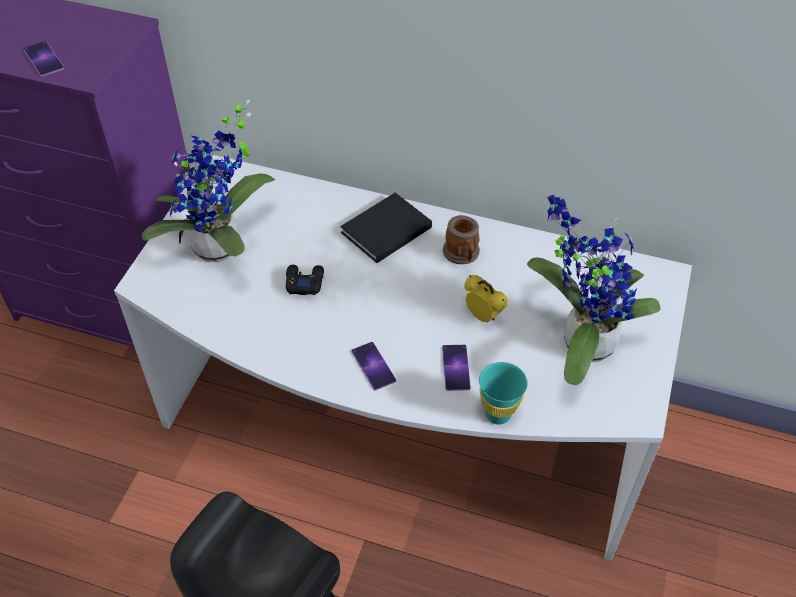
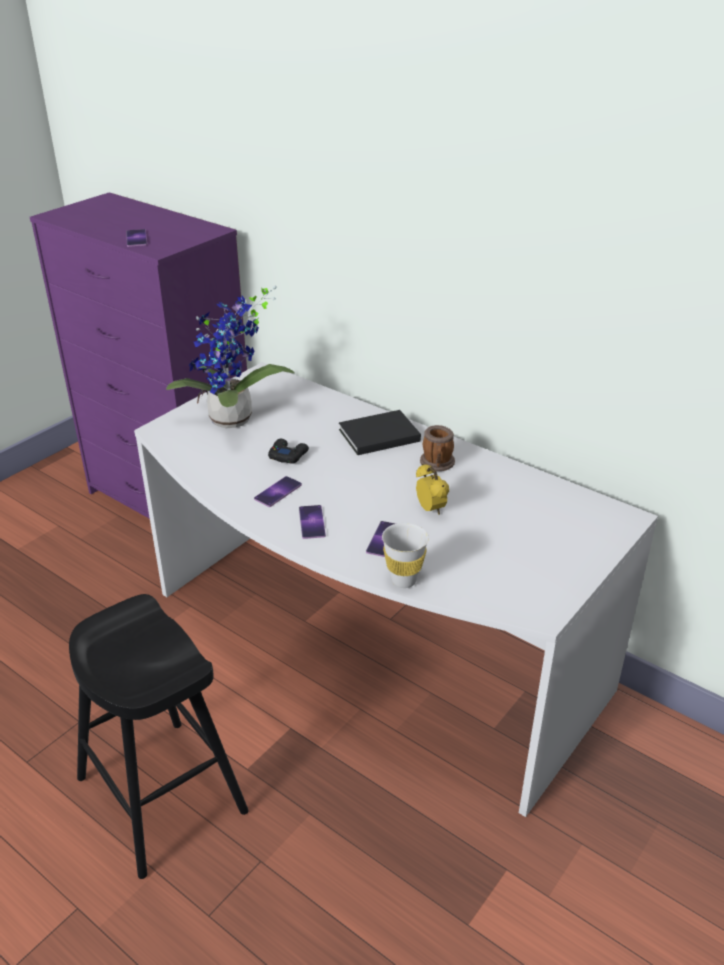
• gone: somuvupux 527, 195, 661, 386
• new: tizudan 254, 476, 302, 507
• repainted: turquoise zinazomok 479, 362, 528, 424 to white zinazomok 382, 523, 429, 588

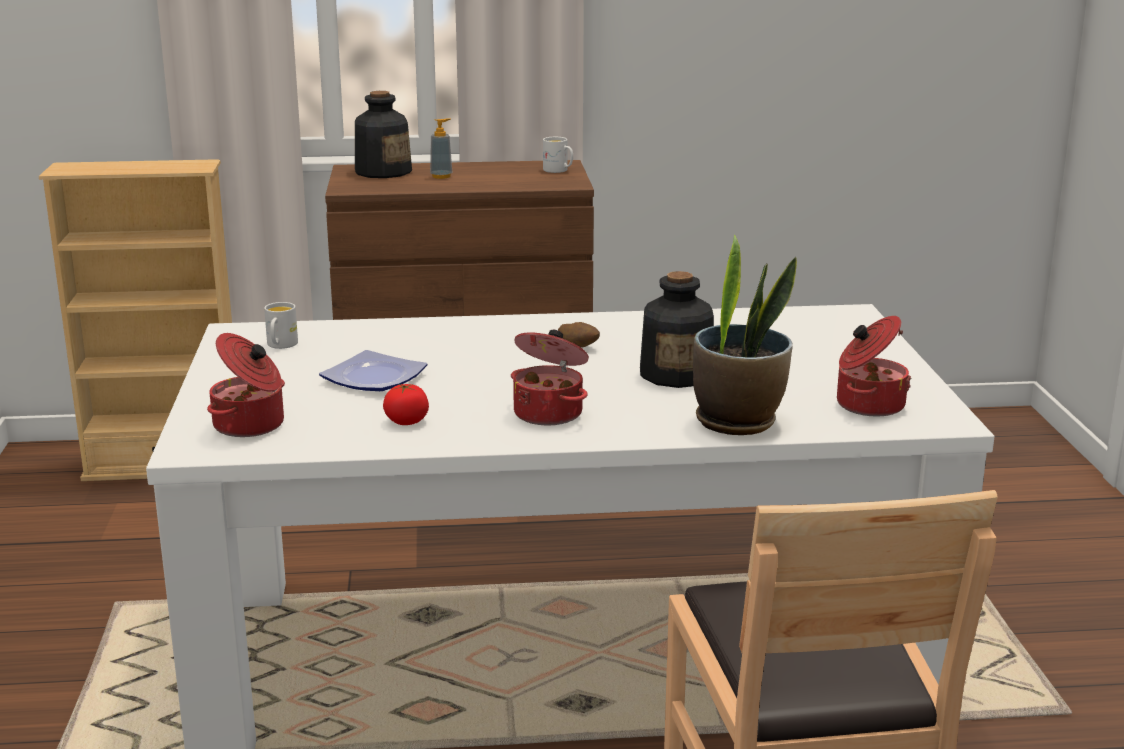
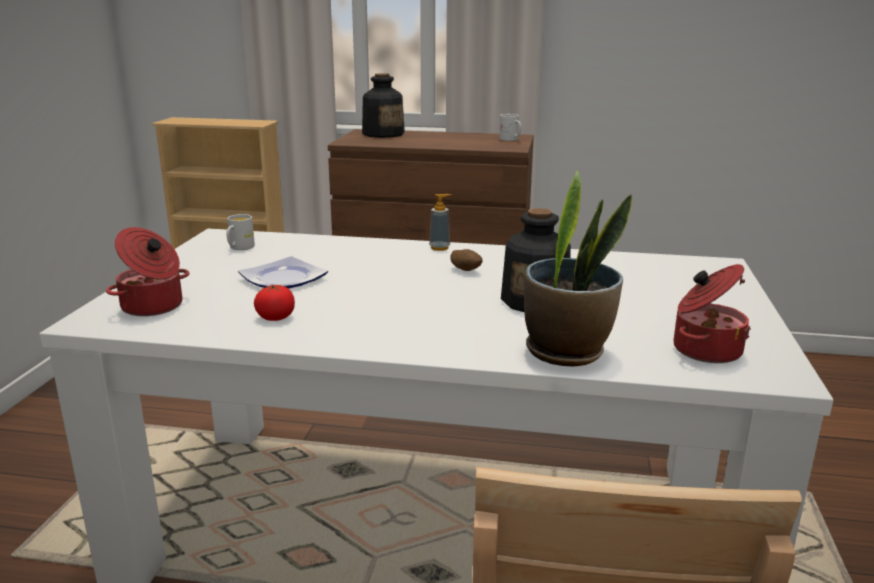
• gone: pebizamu 511, 330, 589, 426
• shifted: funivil 430, 118, 452, 179 to 429, 194, 451, 251

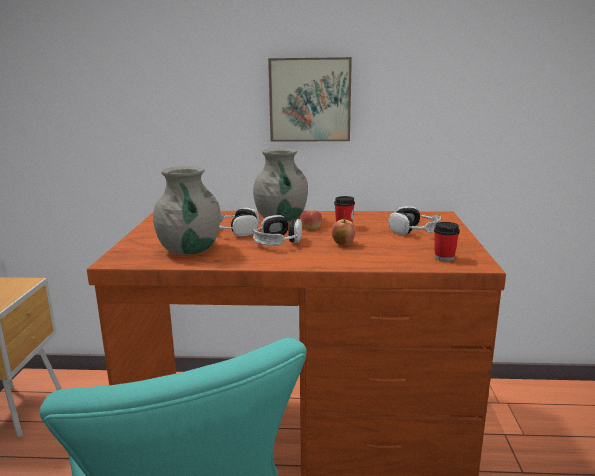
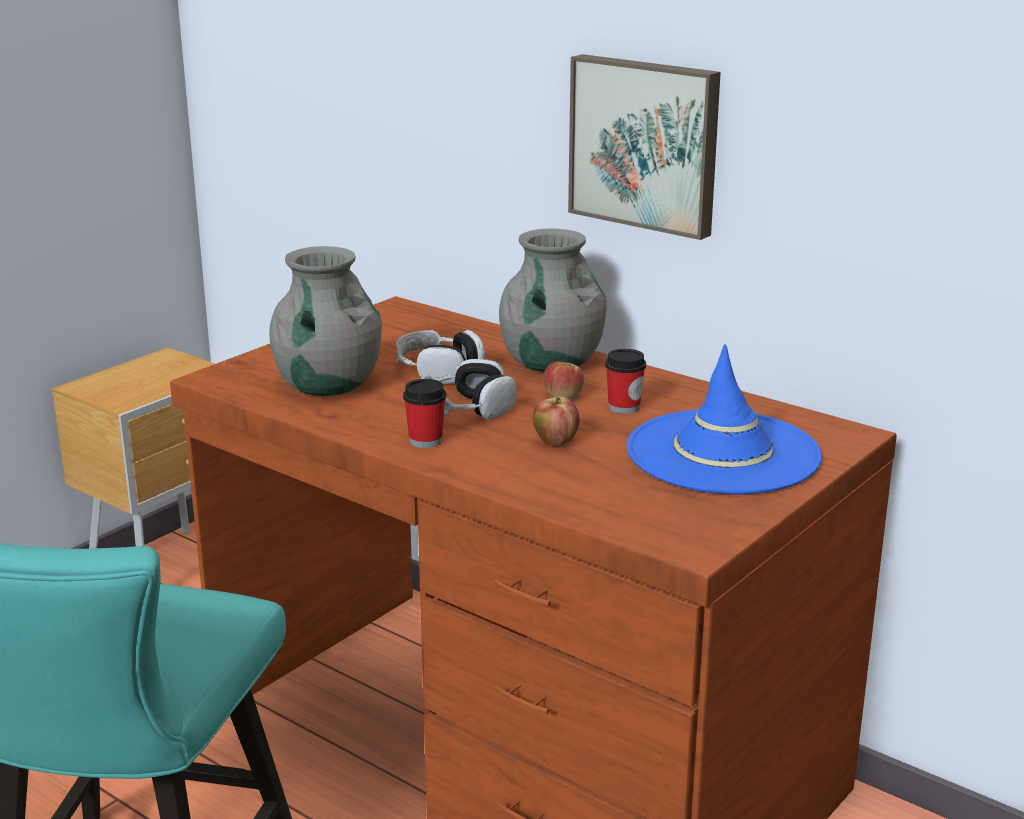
• shifted: zinazomok 434, 222, 460, 261 to 403, 379, 446, 448
• swapped: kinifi 388, 206, 442, 235 to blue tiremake 626, 344, 822, 494

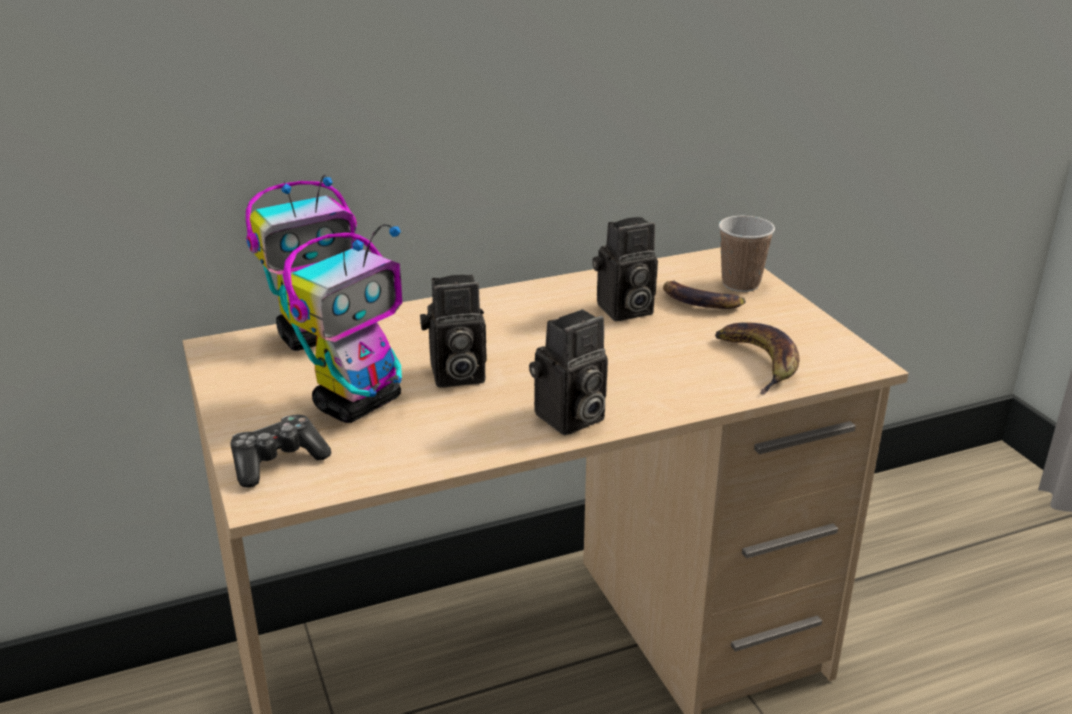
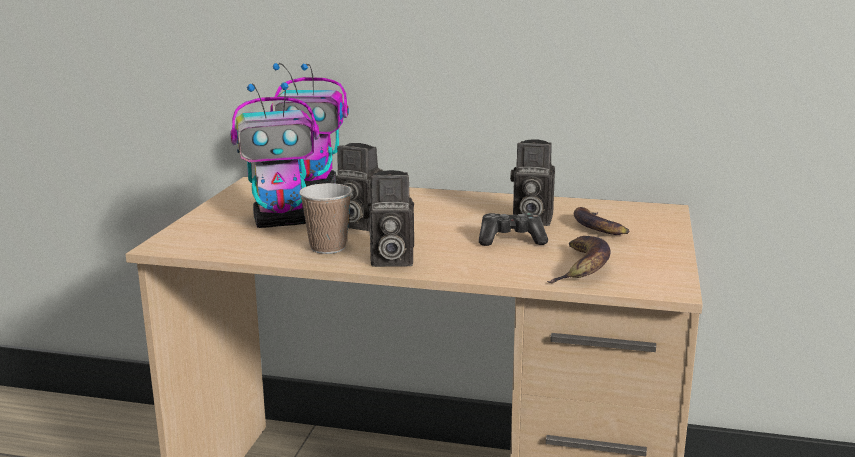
• shifted: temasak 231, 415, 331, 488 to 479, 213, 548, 246
• shifted: zinazomok 719, 216, 775, 292 to 299, 183, 352, 254

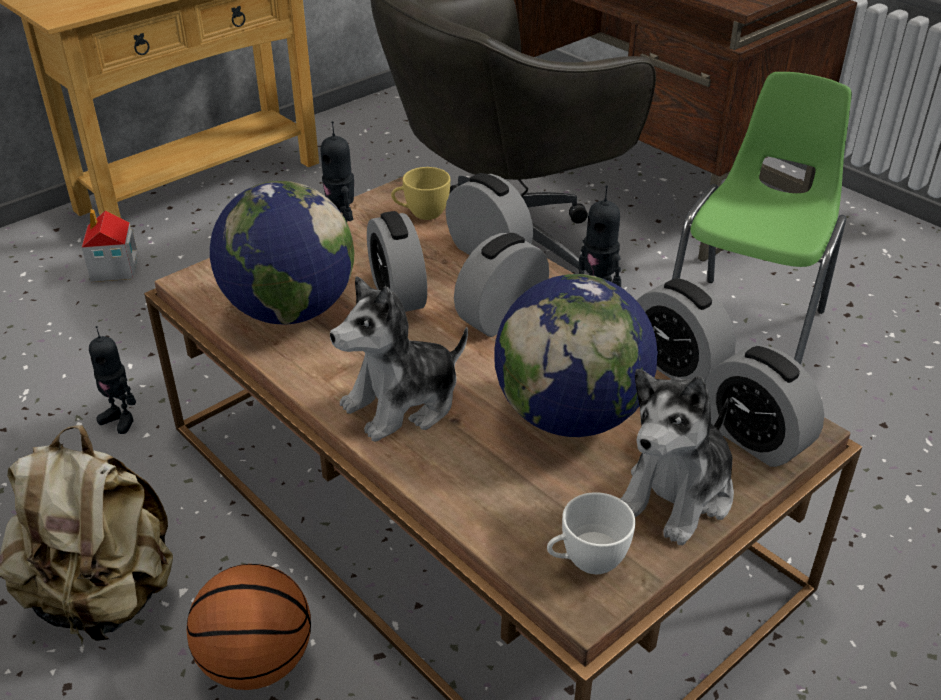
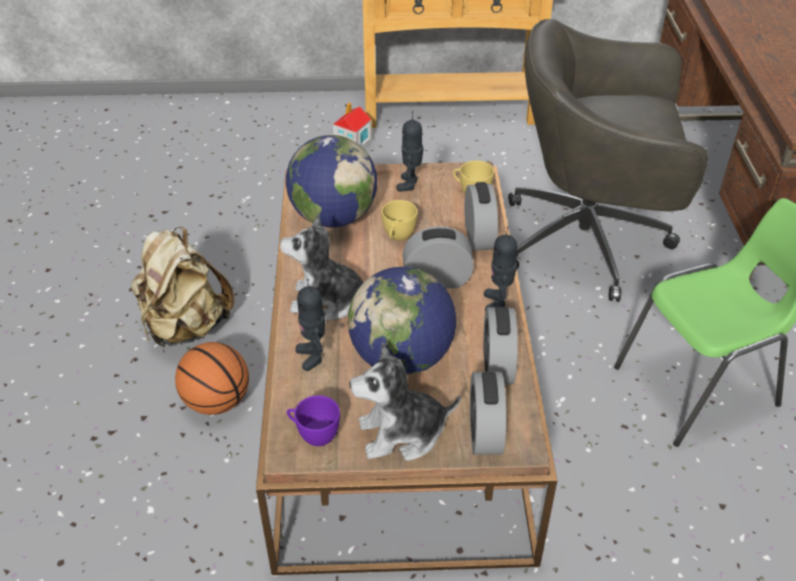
• shifted: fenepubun 89, 326, 136, 434 to 295, 279, 325, 371
• swapped: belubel 367, 211, 427, 312 to yellow zinazomok 381, 200, 418, 241
• repainted: white zinazomok 547, 492, 636, 574 to purple zinazomok 287, 395, 340, 446

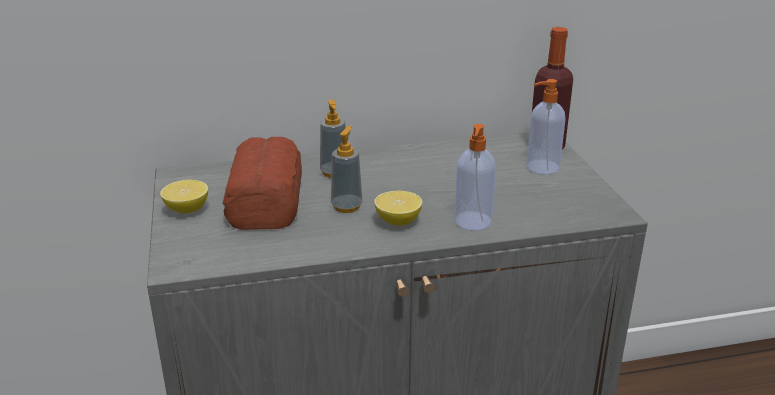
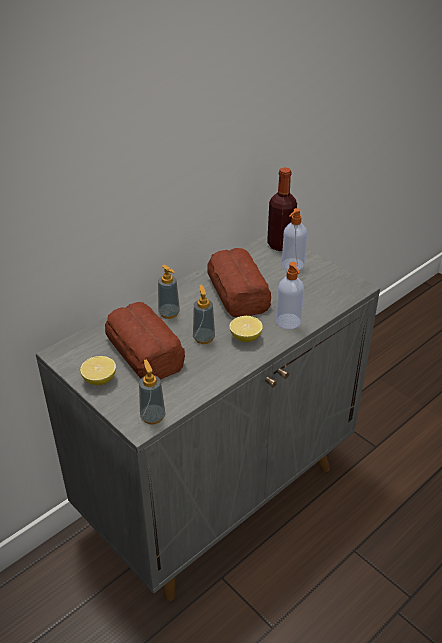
• new: funivil 139, 360, 165, 425
• new: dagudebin 207, 248, 271, 317

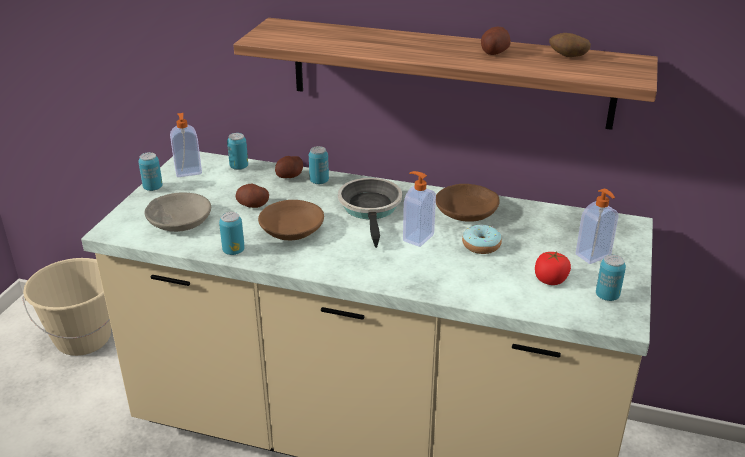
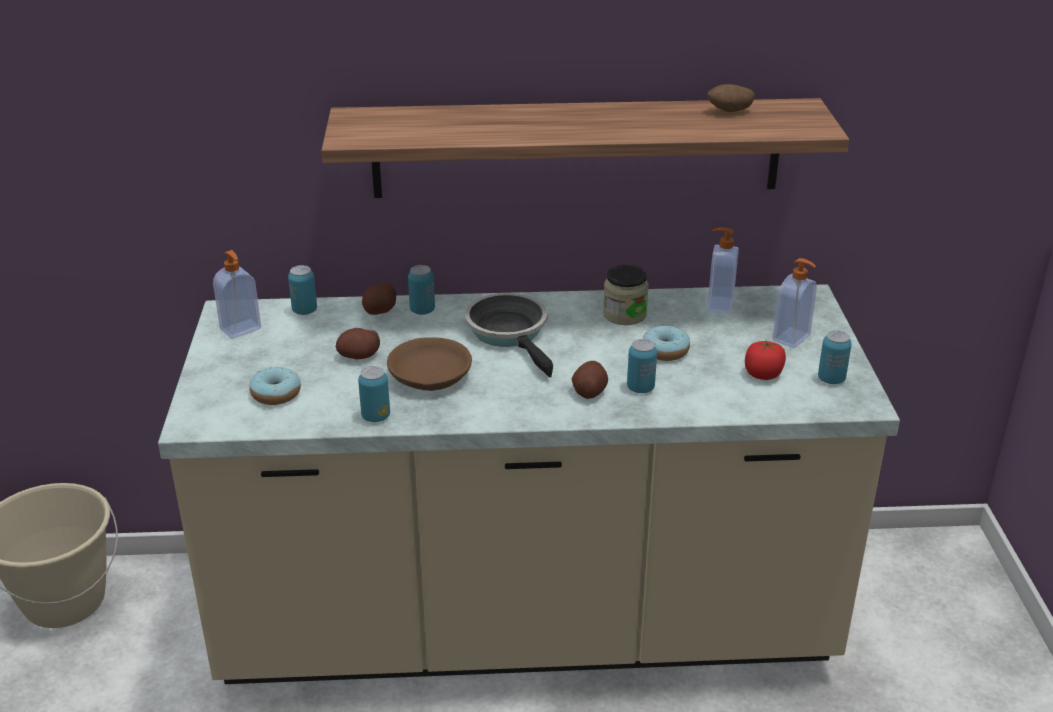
• shifted: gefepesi 138, 152, 163, 191 to 627, 339, 657, 393
• shifted: funivil 403, 171, 436, 247 to 707, 228, 739, 314
• shifted: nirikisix 481, 27, 511, 55 to 572, 361, 608, 399
• swapped: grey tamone 144, 192, 211, 232 to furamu 249, 367, 301, 405
• swapped: brown tamone 436, 184, 500, 222 to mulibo 603, 265, 649, 325

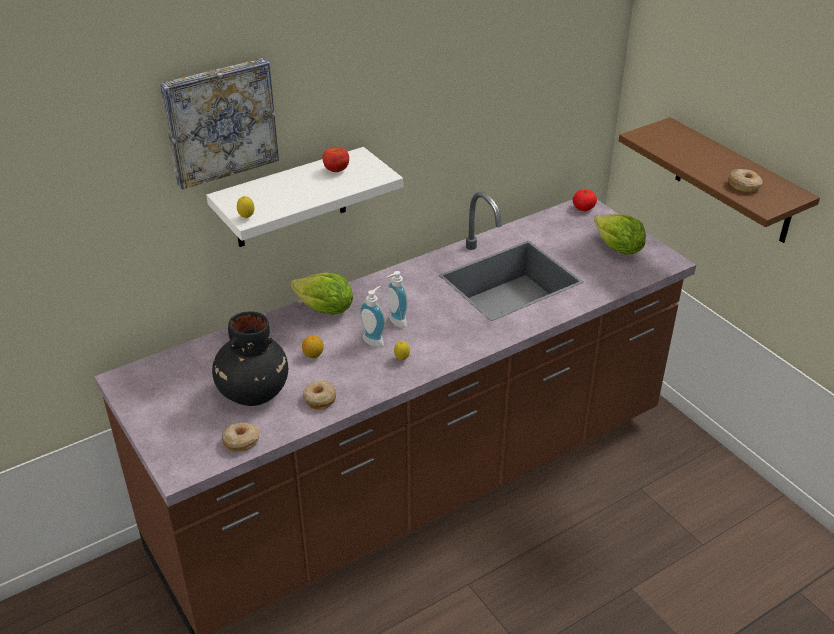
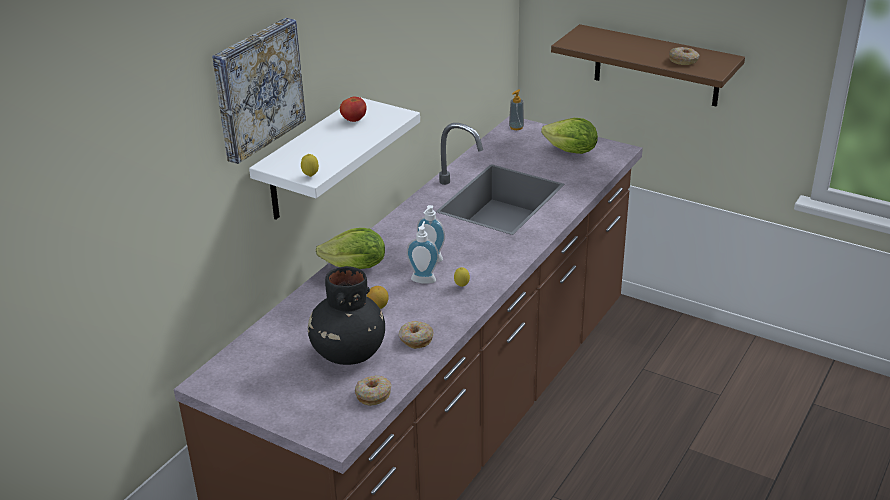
• swapped: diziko 573, 189, 597, 211 to funivil 509, 89, 524, 130

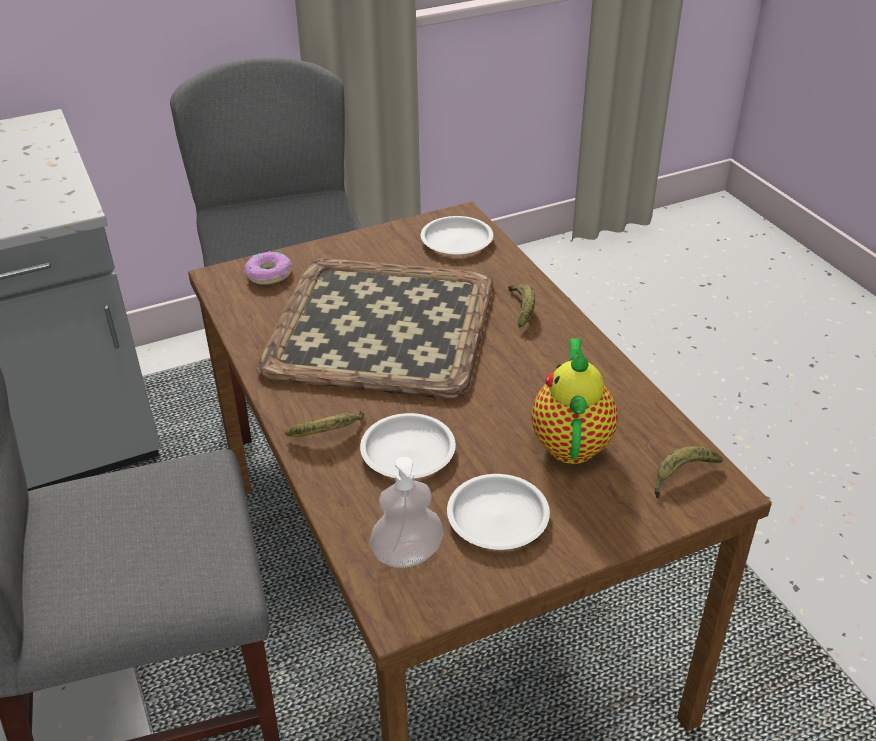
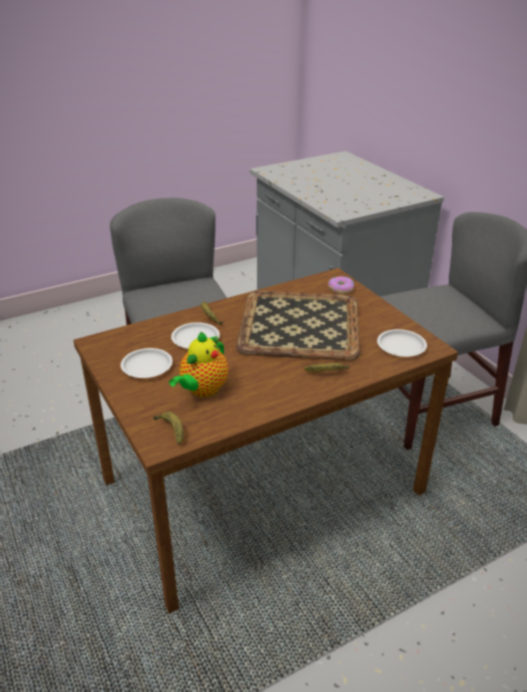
• gone: funivil 370, 457, 444, 568
• rotated: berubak 531, 338, 618, 464 = 169, 332, 229, 397 120 degrees clockwise

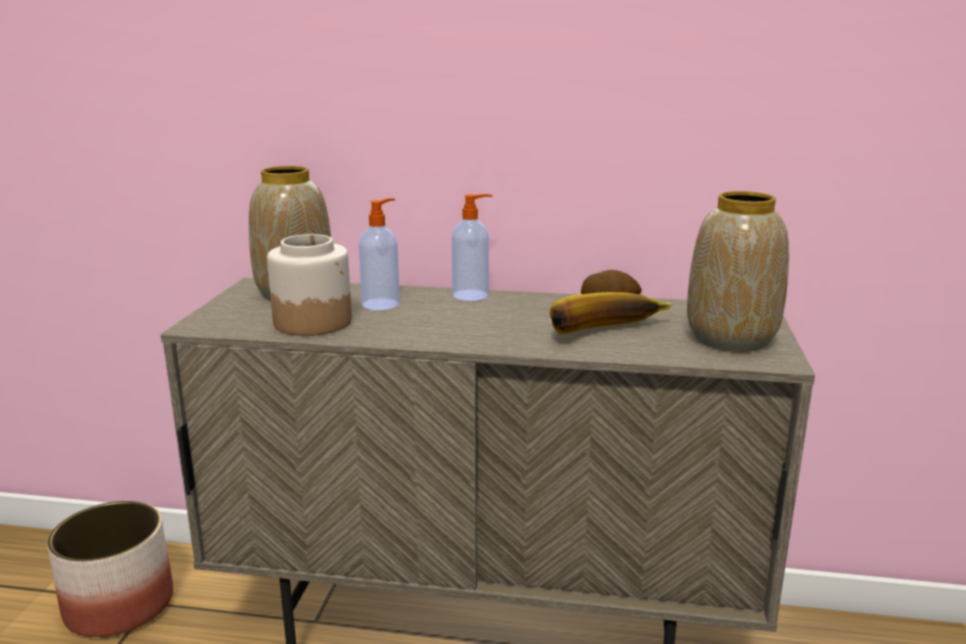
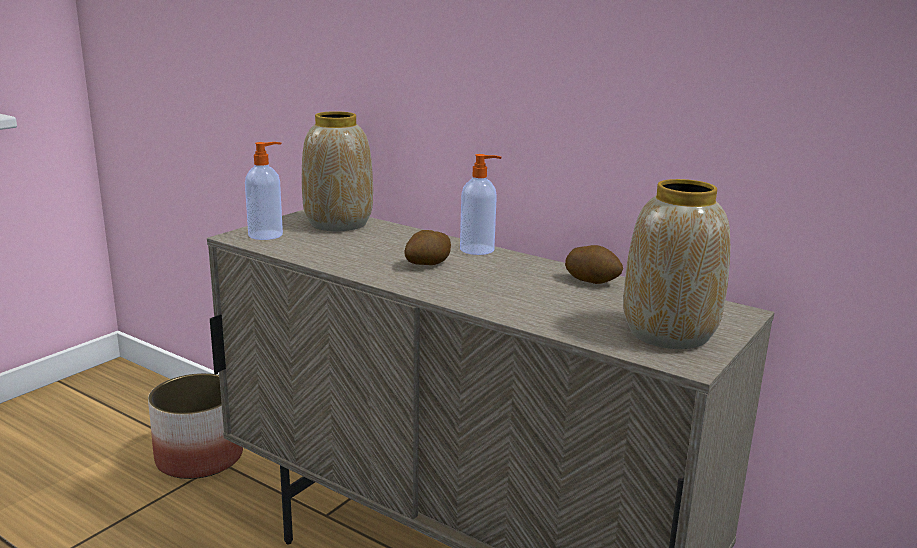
• gone: mulibo 267, 234, 352, 336
• gone: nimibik 550, 292, 674, 334
• new: nirikisix 404, 230, 451, 265
• shifted: funivil 359, 198, 400, 310 to 245, 142, 283, 240

